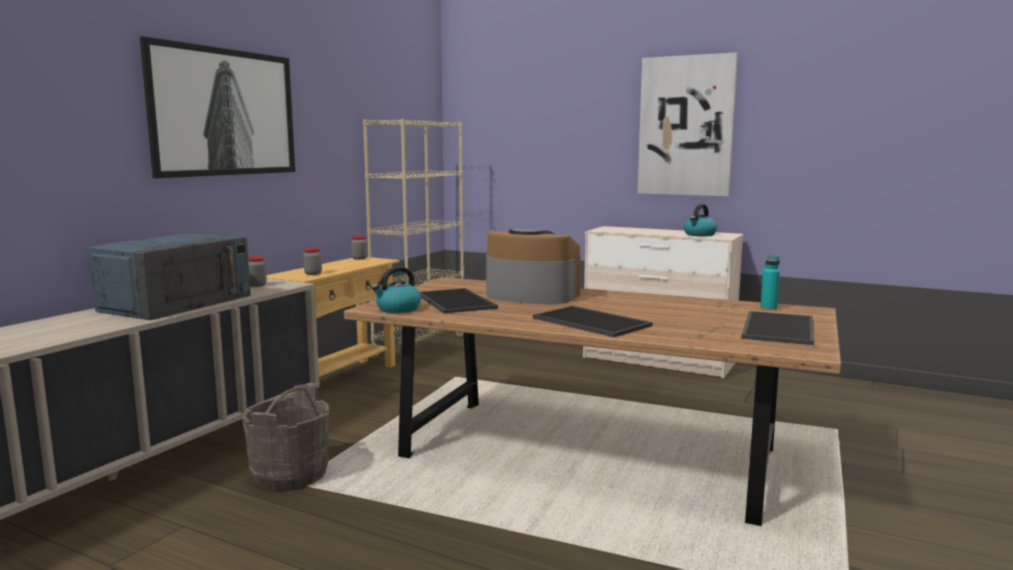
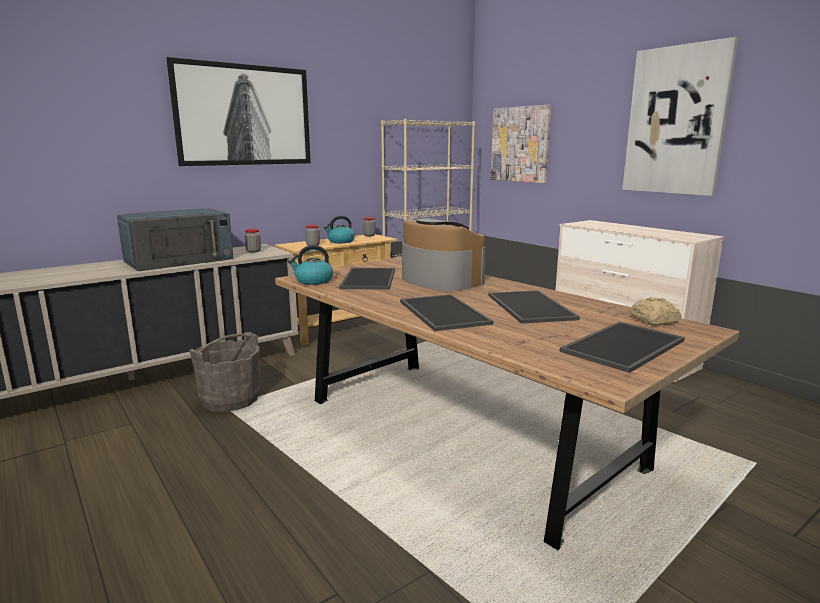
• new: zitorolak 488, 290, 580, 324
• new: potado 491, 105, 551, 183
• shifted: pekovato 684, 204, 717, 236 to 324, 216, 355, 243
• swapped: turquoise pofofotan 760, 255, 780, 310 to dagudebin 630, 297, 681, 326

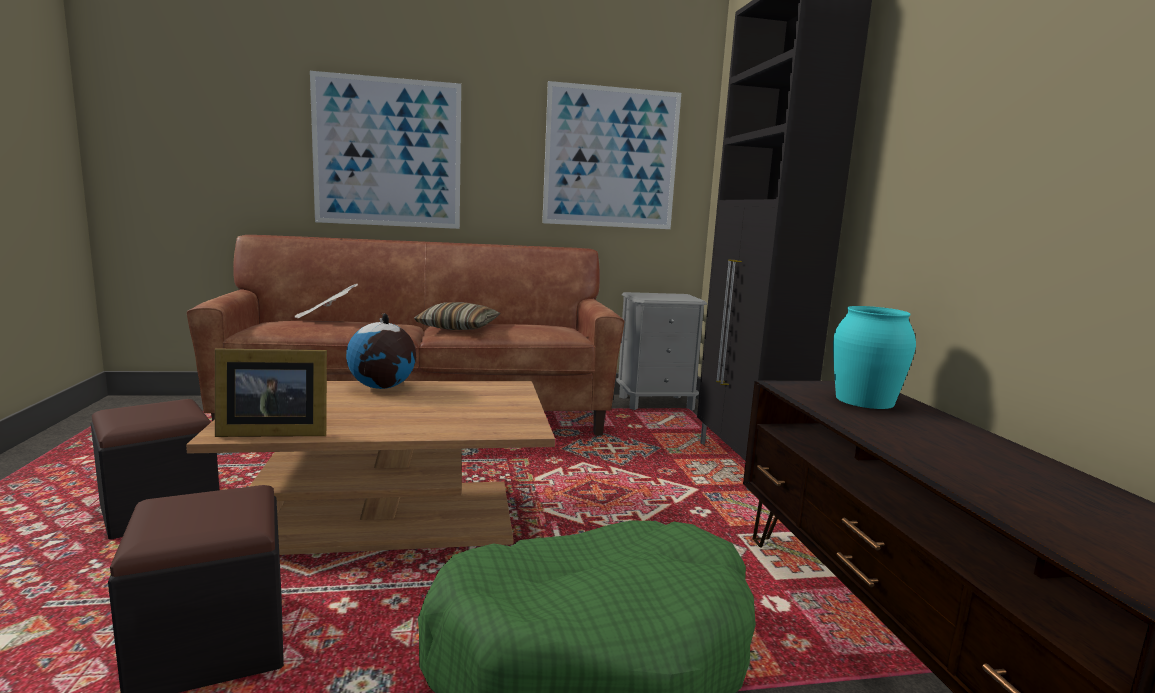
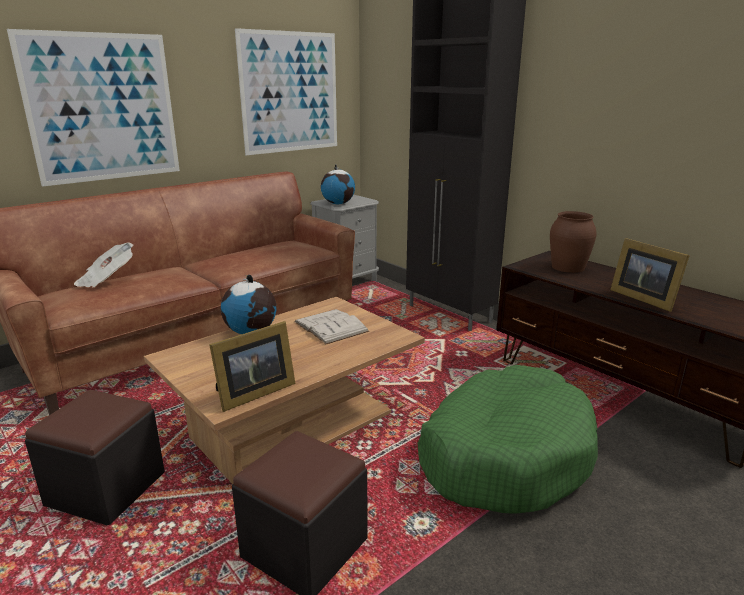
• gone: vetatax 414, 302, 500, 330
• new: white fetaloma 294, 309, 370, 344
• new: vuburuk 321, 165, 355, 204
• new: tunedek 610, 238, 690, 312
• repainted: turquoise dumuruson 833, 306, 916, 409 to brown dumuruson 550, 211, 596, 273

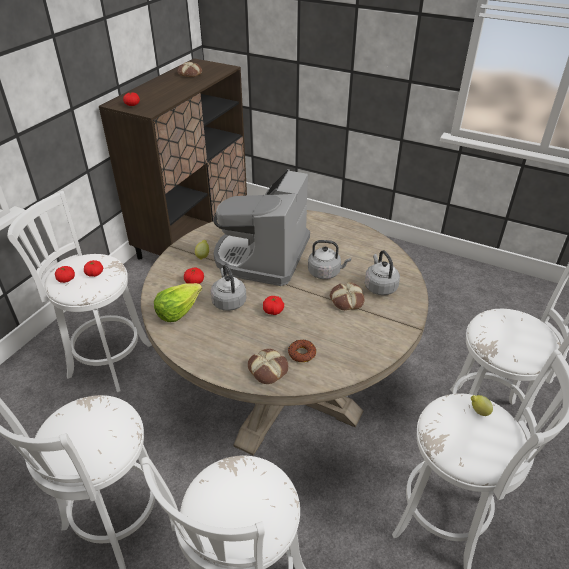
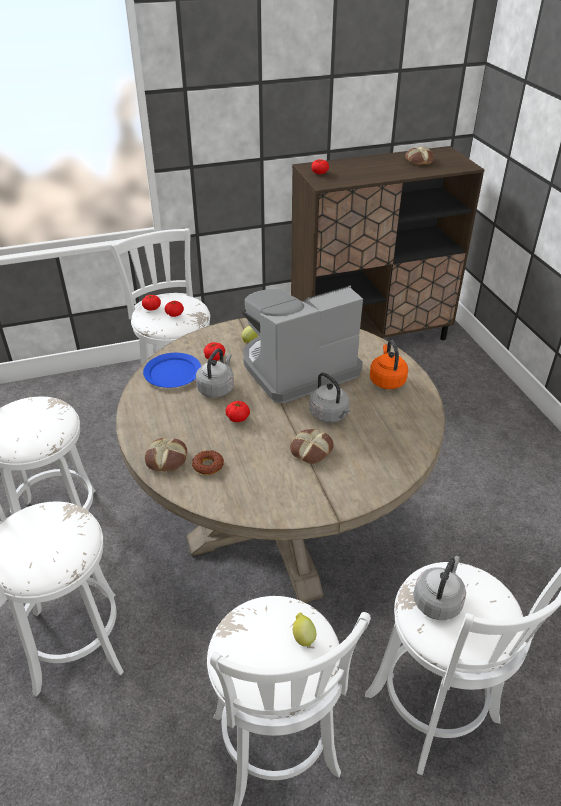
• new: orange pekovato 370, 340, 408, 389
• shifted: grey pekovato 365, 250, 400, 295 to 413, 556, 466, 620
• swapped: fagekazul 154, 283, 202, 322 to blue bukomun 143, 353, 201, 388

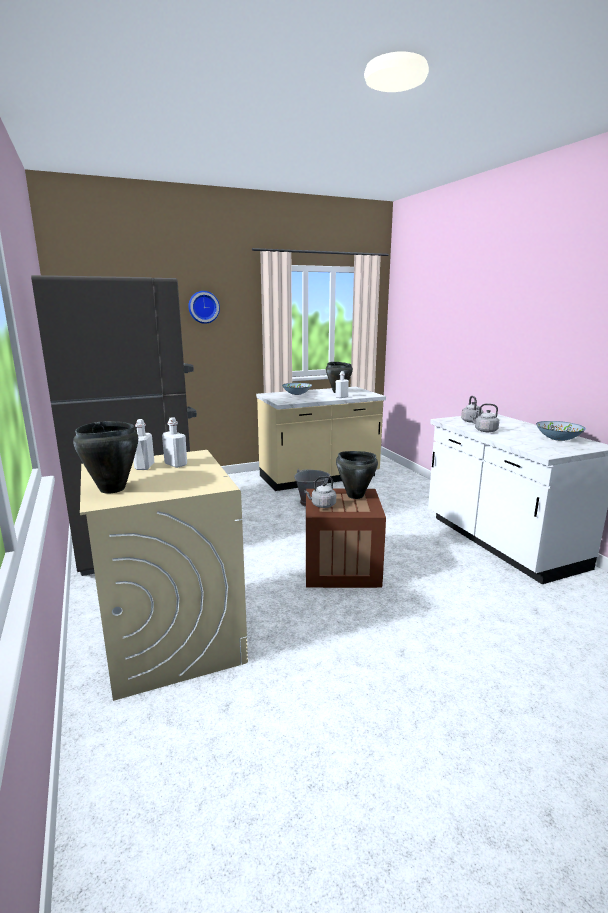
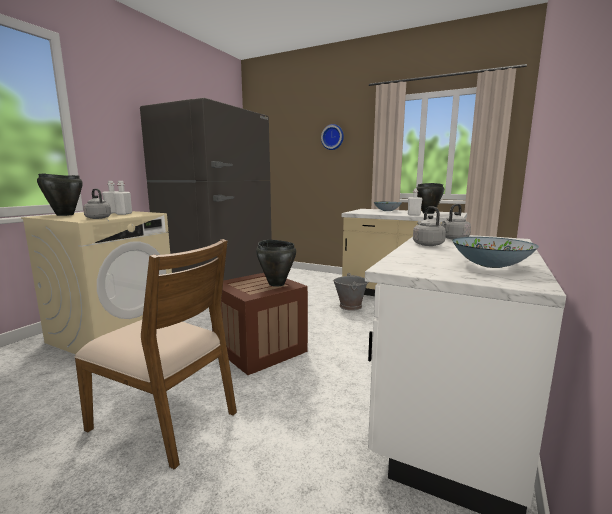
• new: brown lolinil 74, 239, 237, 470
• shifted: grey pekovato 304, 476, 336, 508 to 83, 189, 111, 219

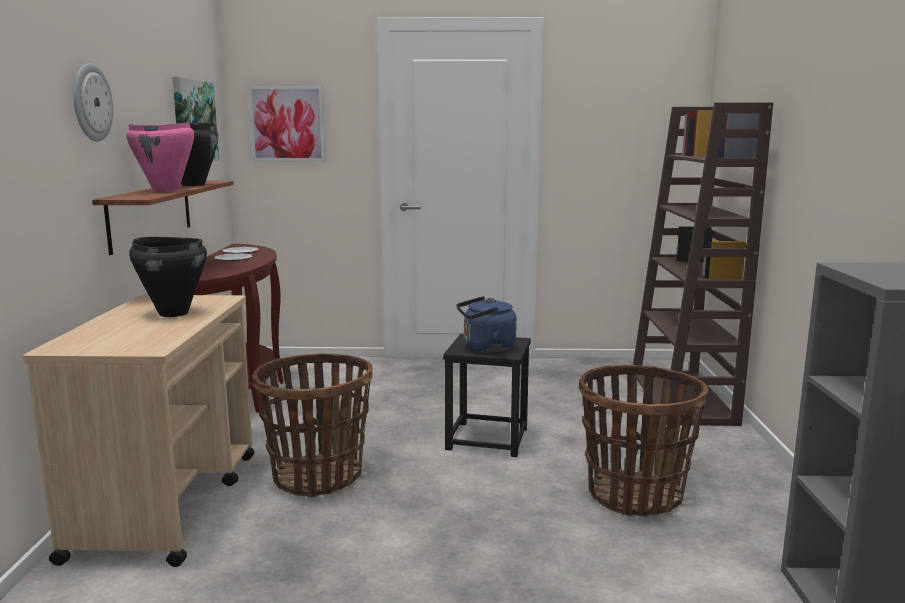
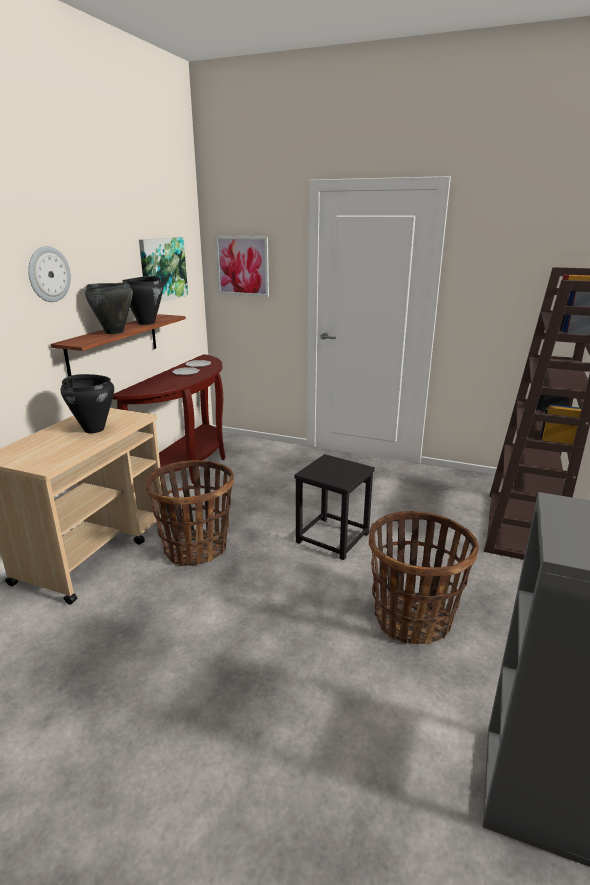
• gone: blue pekovato 457, 296, 517, 353
• repainted: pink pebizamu 126, 122, 194, 192 to black pebizamu 85, 283, 133, 334

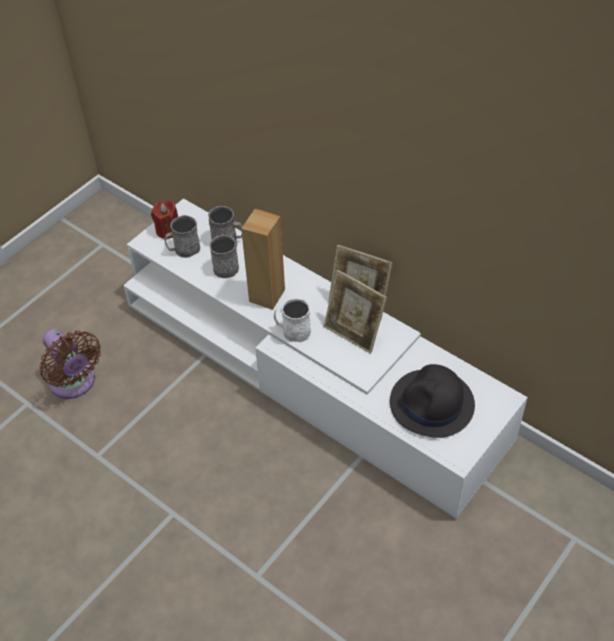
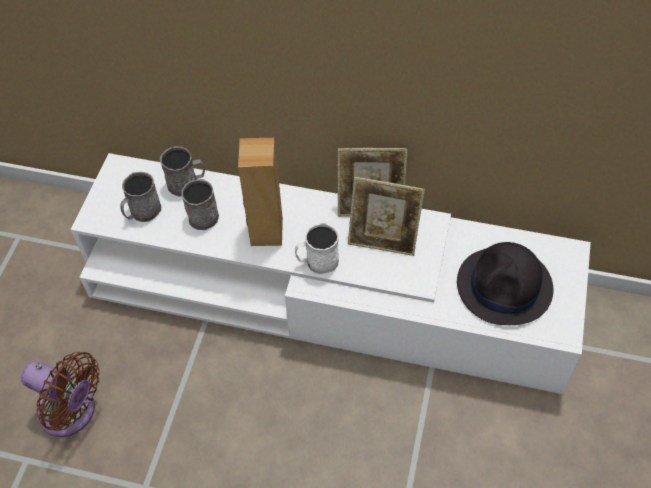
• gone: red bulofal 151, 200, 178, 239

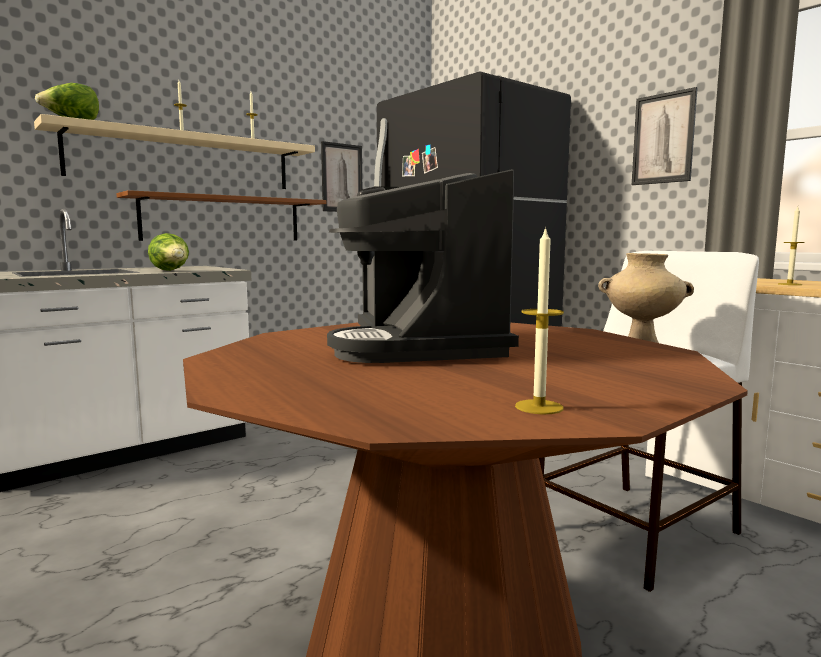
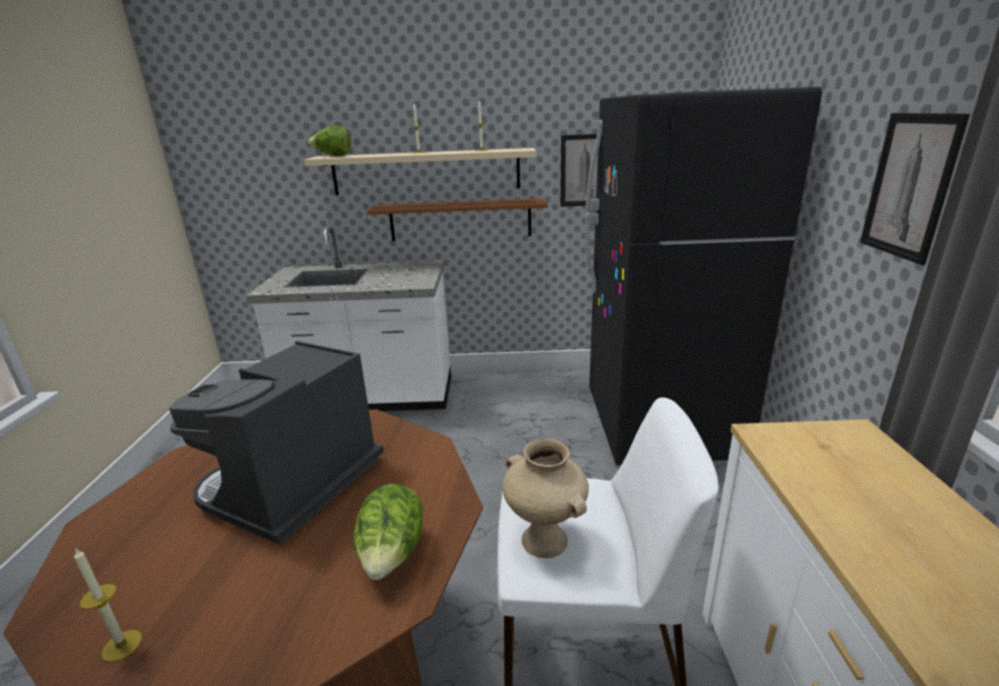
• gone: bulofal 778, 207, 805, 285
• shifted: fagekazul 148, 233, 189, 271 to 353, 484, 423, 580

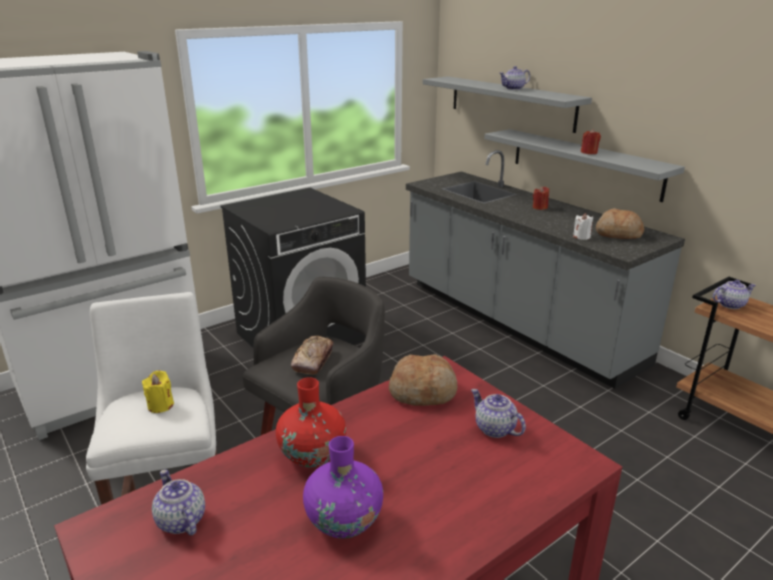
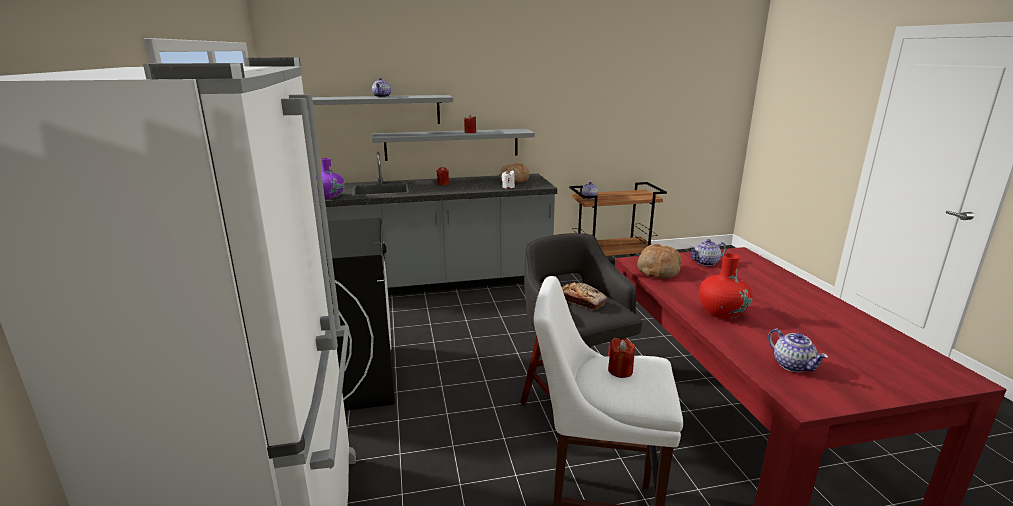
• shifted: purple dumuruson 303, 436, 383, 539 to 316, 158, 345, 199
• repainted: yellow bulofal 142, 370, 174, 413 to red bulofal 608, 338, 635, 378
• rotated: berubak 152, 469, 205, 536 = 768, 329, 828, 372 105 degrees counterclockwise

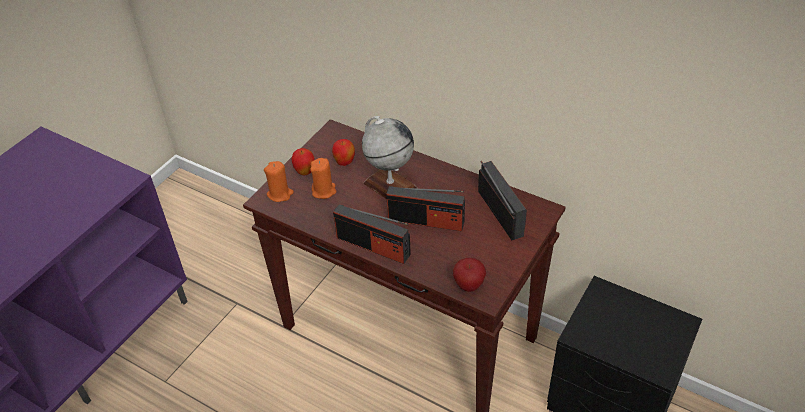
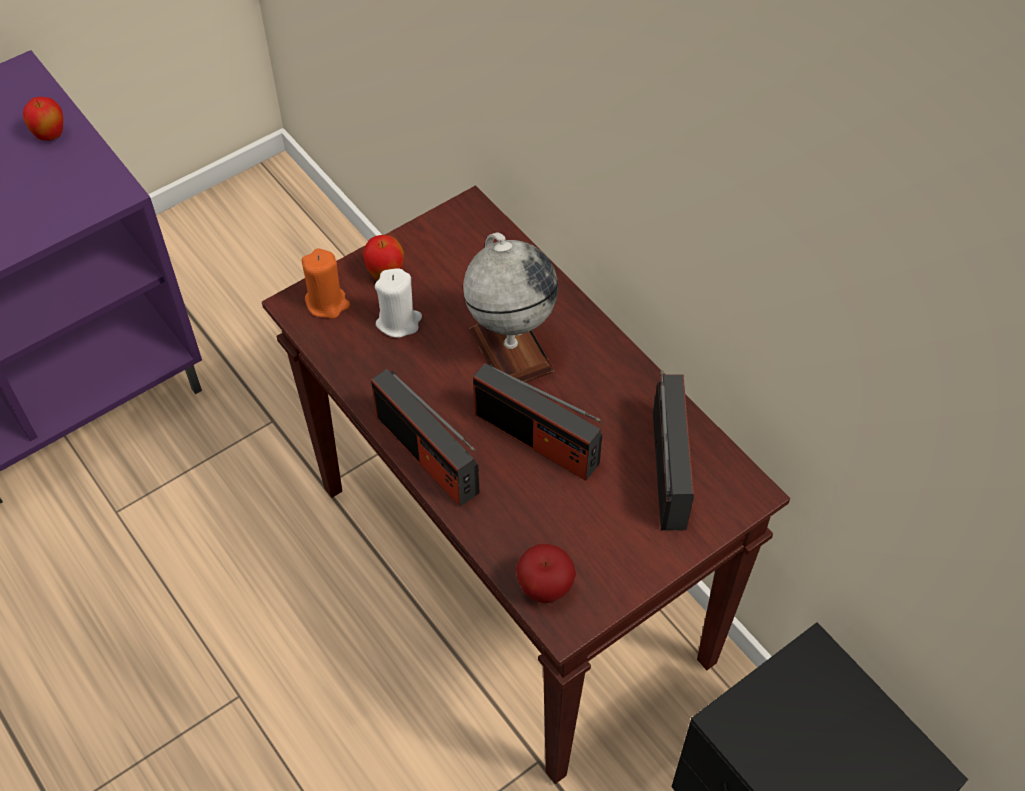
• shifted: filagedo 332, 139, 355, 166 to 23, 97, 64, 141
• repainted: orange bulofal 310, 158, 336, 199 to white bulofal 375, 268, 422, 338

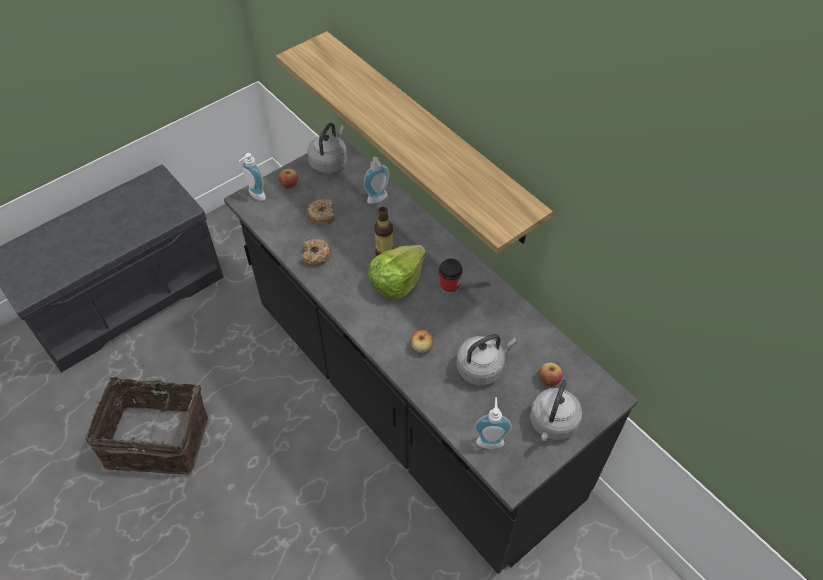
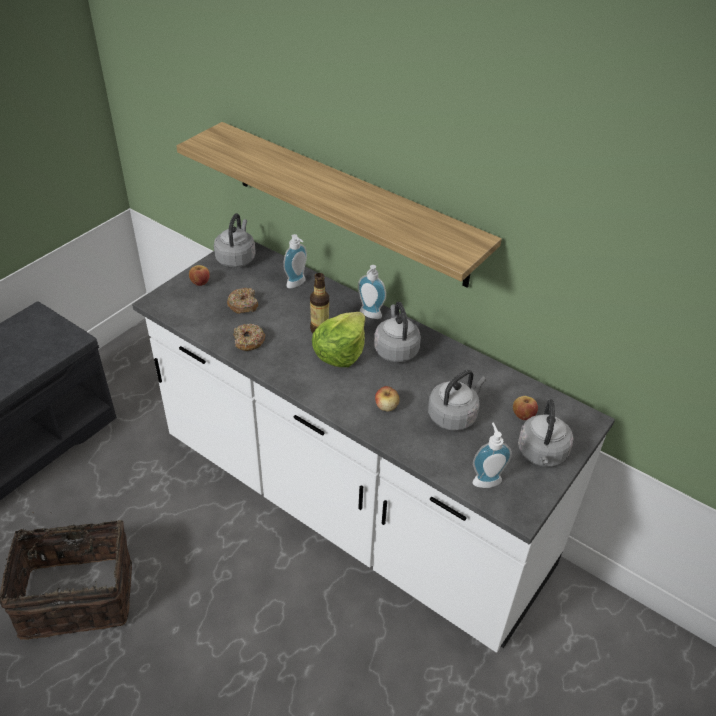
• shifted: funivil 239, 153, 266, 201 to 358, 265, 386, 319
• swapped: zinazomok 439, 259, 463, 294 to grey pekovato 374, 302, 421, 362
• repainted: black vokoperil 224, 137, 638, 574 to white vokoperil 132, 241, 615, 653

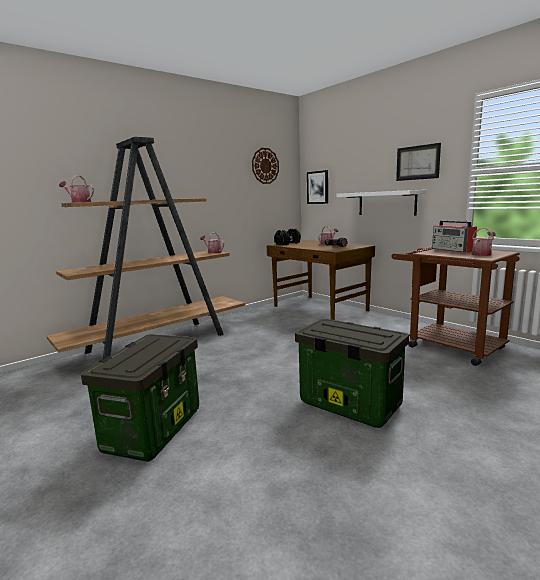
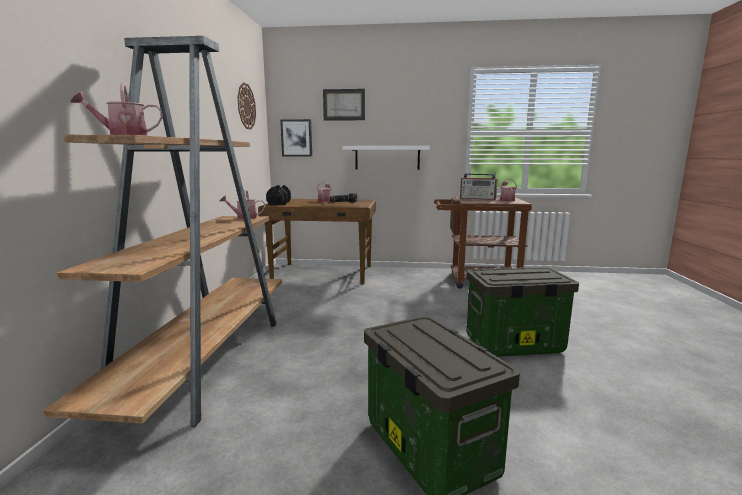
• shifted: potado 396, 143, 441, 181 to 323, 89, 365, 121

